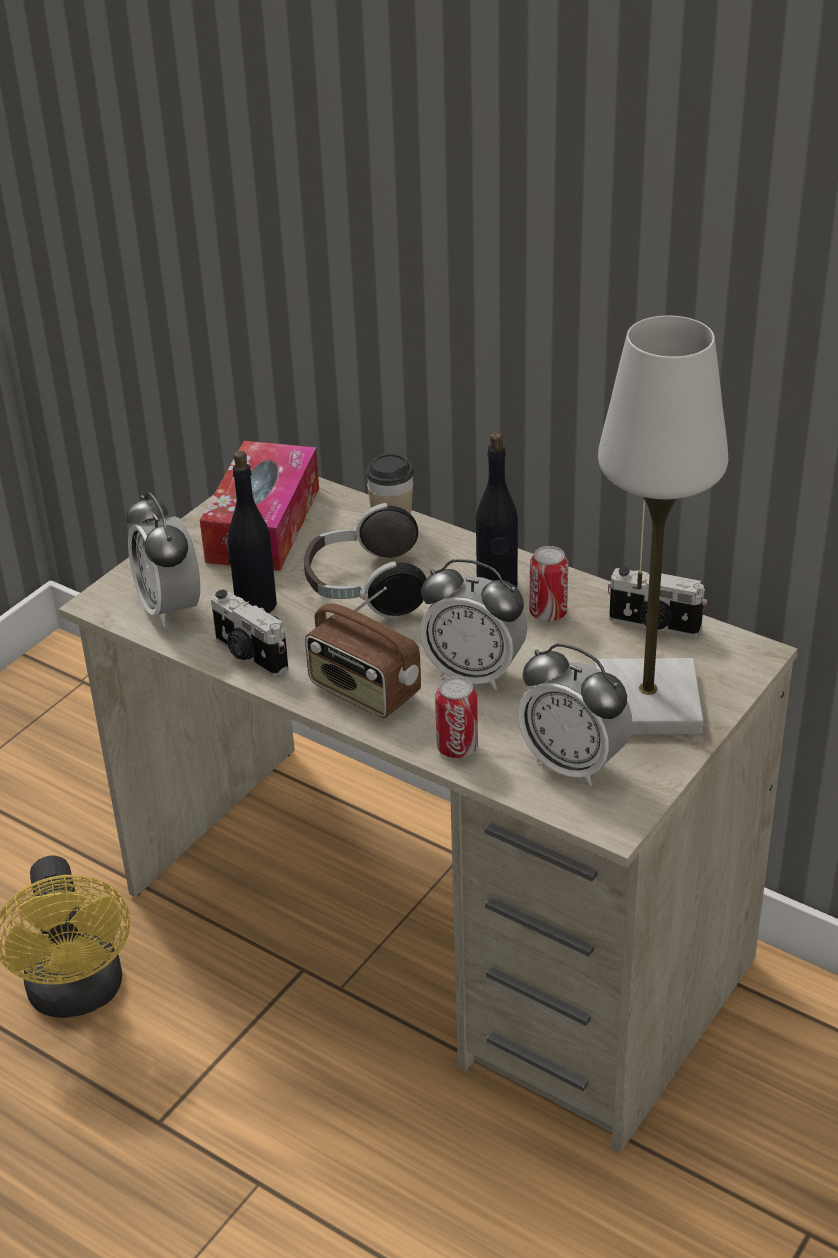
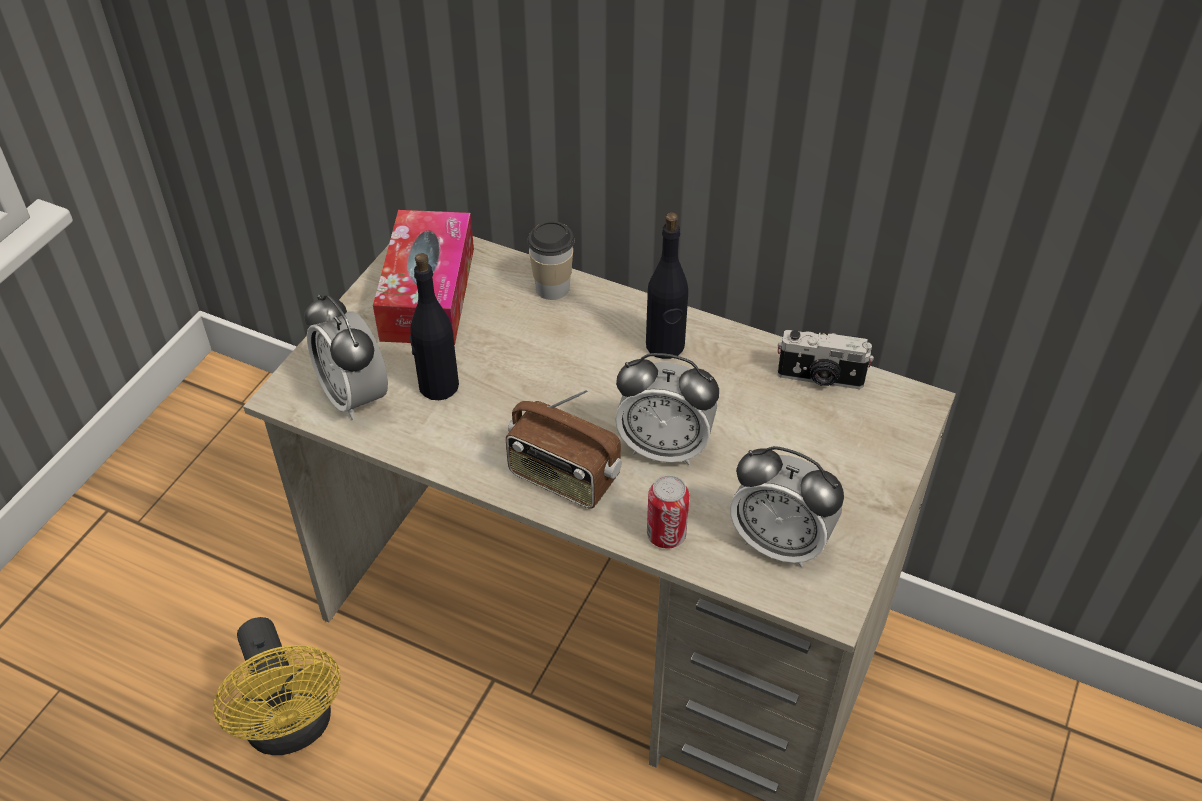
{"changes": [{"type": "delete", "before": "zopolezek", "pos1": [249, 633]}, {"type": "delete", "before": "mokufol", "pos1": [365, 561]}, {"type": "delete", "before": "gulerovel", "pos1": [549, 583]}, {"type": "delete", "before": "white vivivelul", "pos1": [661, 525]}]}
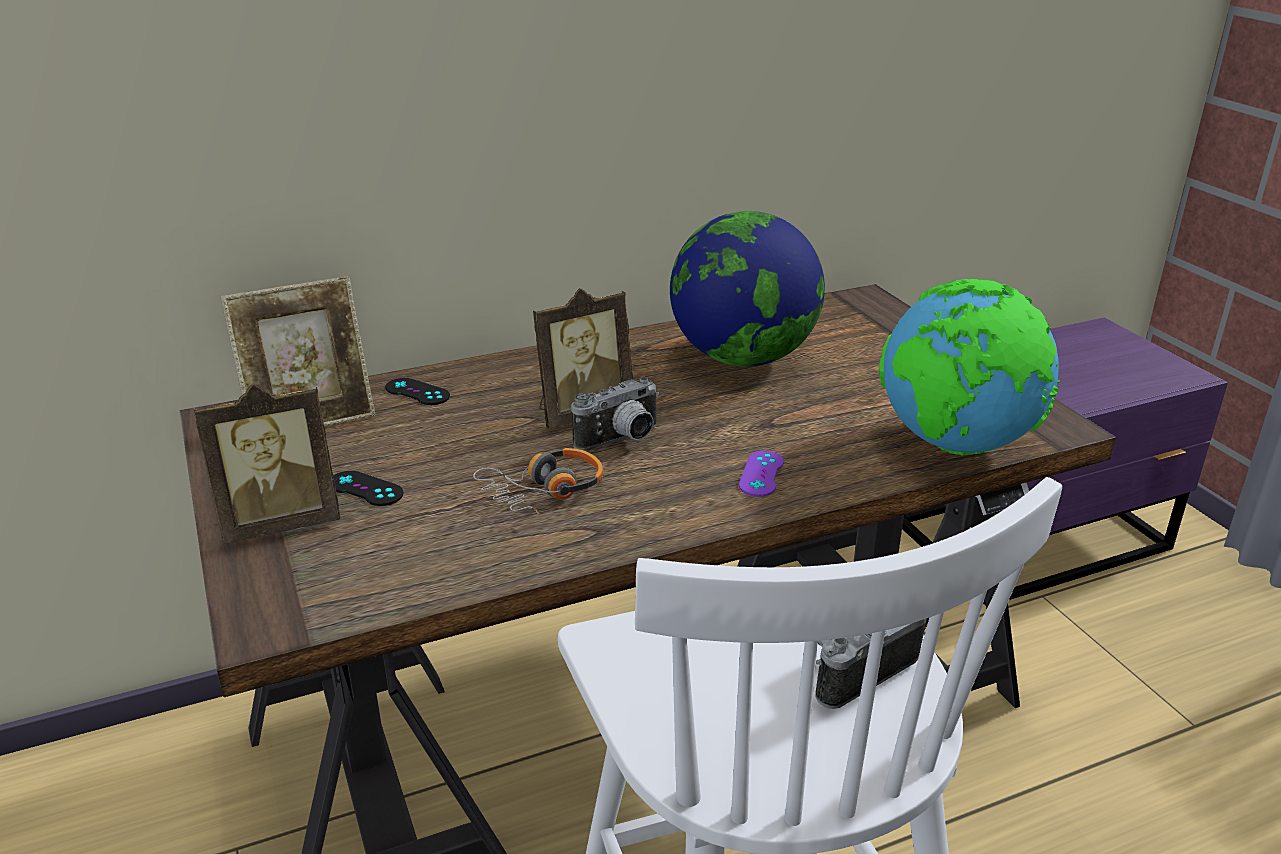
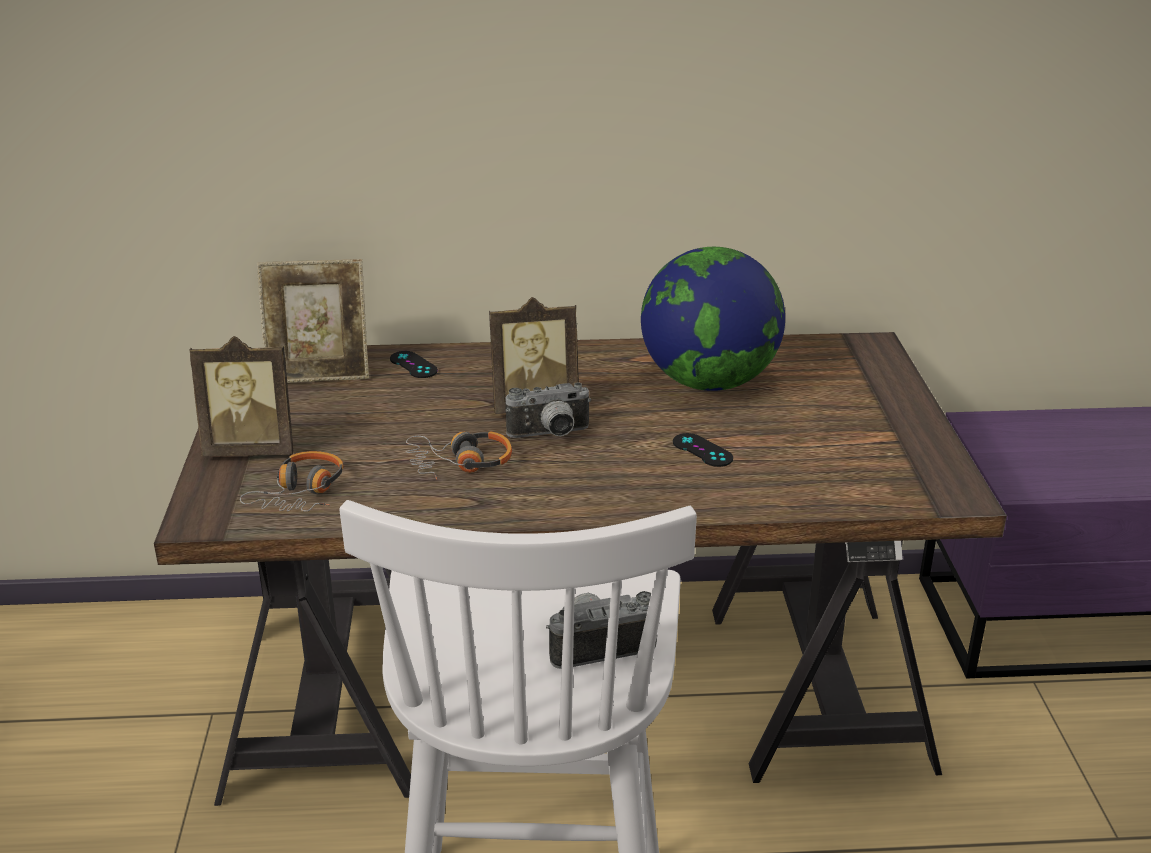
{"changes": [{"type": "move", "before": "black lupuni", "pos1": [368, 488], "pos2": [703, 450]}, {"type": "delete", "before": "purple lupuni", "pos1": [761, 474]}, {"type": "delete", "before": "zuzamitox", "pos1": [969, 367]}, {"type": "insert", "after": "mokufol", "pos2": [292, 481]}]}
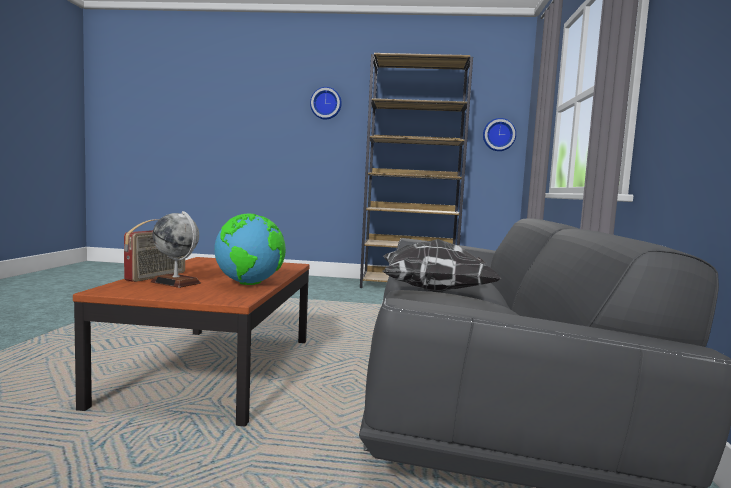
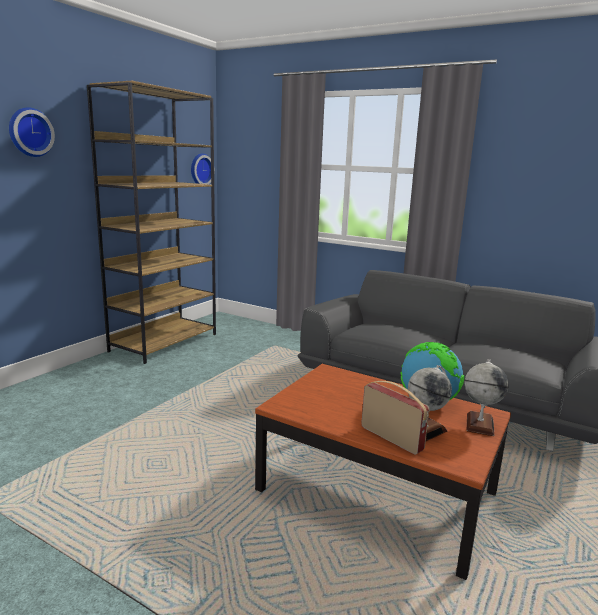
{"changes": [{"type": "delete", "before": "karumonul", "pos1": [442, 265]}, {"type": "insert", "after": "zuzamitox", "pos2": [487, 397]}]}
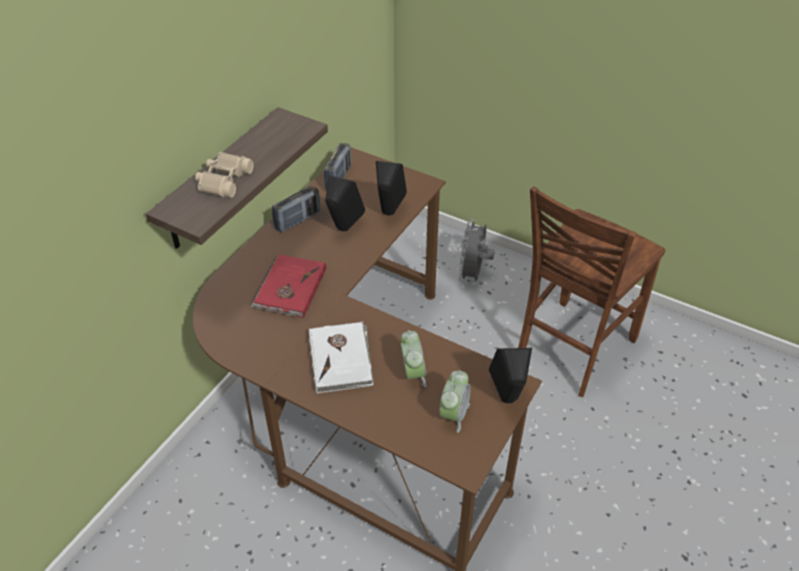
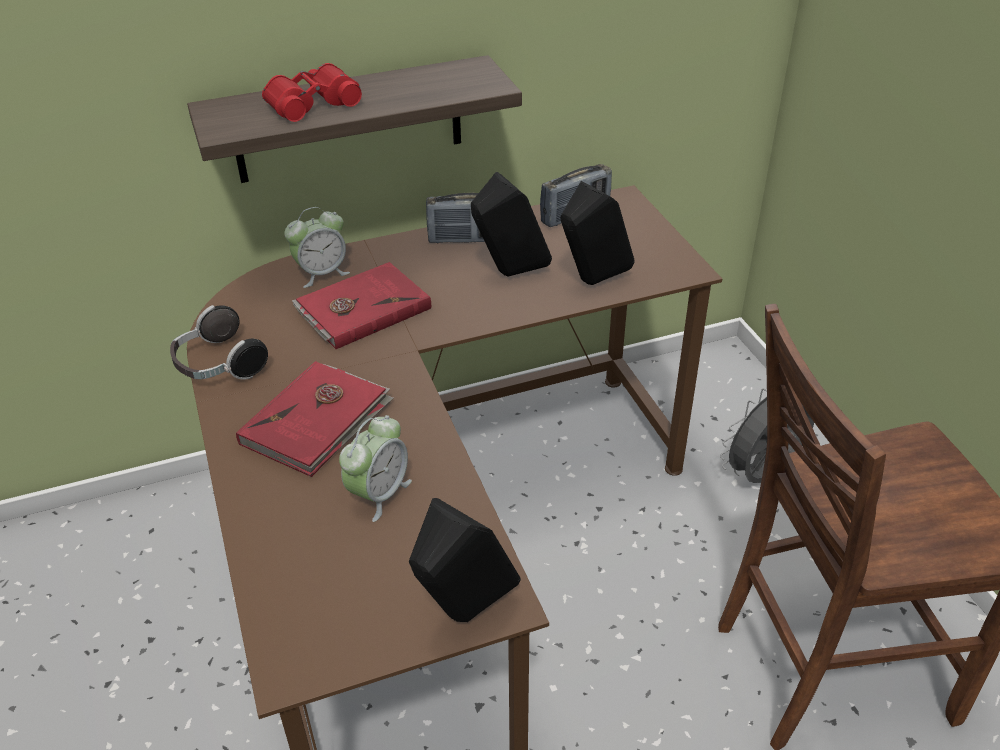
{"changes": [{"type": "recolor", "before": "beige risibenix", "after": "red risibenix", "pos1": [224, 175], "pos2": [312, 92]}, {"type": "recolor", "before": "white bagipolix", "after": "red bagipolix", "pos1": [341, 357], "pos2": [315, 419]}, {"type": "move", "before": "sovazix", "pos1": [455, 401], "pos2": [317, 247]}, {"type": "insert", "after": "mokufol", "pos2": [219, 342]}]}
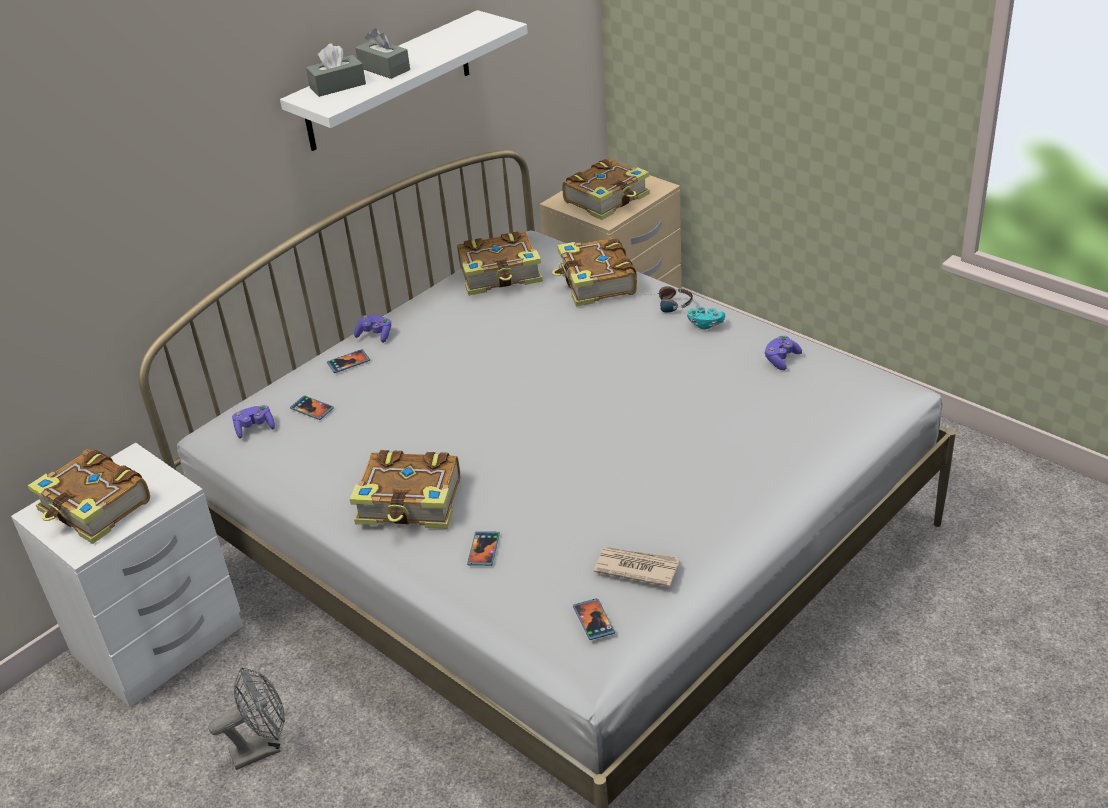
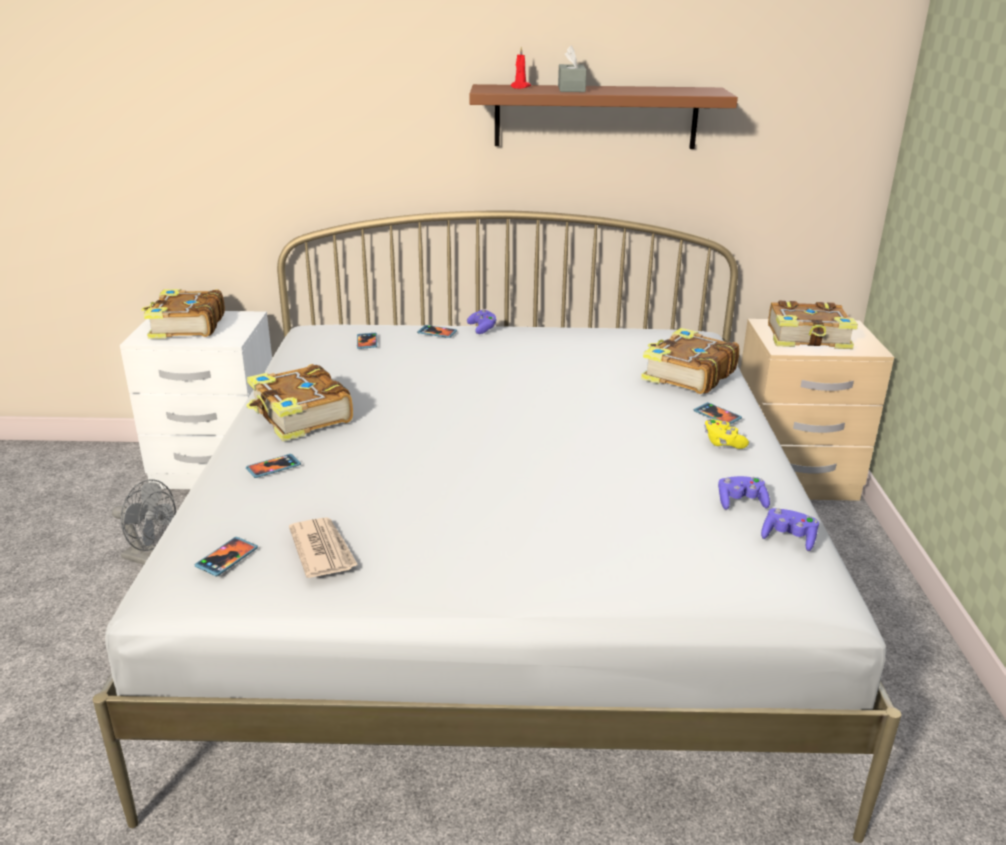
{"changes": [{"type": "move", "before": "purple lupuni", "pos1": [253, 421], "pos2": [790, 529]}, {"type": "recolor", "before": "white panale", "after": "brown panale", "pos1": [404, 80], "pos2": [603, 116]}, {"type": "replace", "before": "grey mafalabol", "after": "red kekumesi", "pos1": [336, 70], "pos2": [521, 68]}, {"type": "delete", "before": "bagipolix", "pos1": [500, 263]}, {"type": "replace", "before": "mokufol", "after": "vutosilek", "pos1": [670, 299], "pos2": [717, 413]}, {"type": "recolor", "before": "turquoise lupuni", "after": "yellow lupuni", "pos1": [706, 318], "pos2": [726, 434]}]}
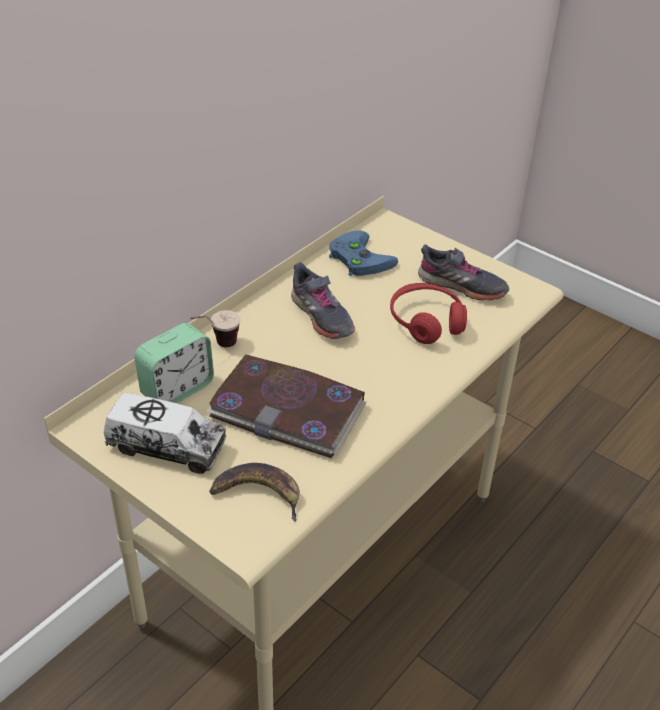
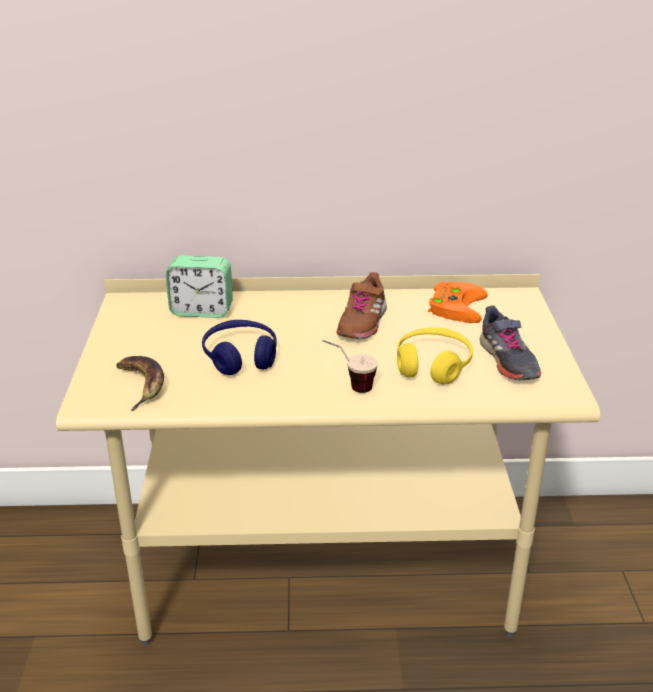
{"changes": [{"type": "delete", "before": "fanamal", "pos1": [165, 433]}, {"type": "move", "before": "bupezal", "pos1": [215, 328], "pos2": [350, 366]}, {"type": "replace", "before": "bagipolix", "after": "blue mokufol", "pos1": [286, 406], "pos2": [239, 347]}, {"type": "recolor", "before": "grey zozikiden", "after": "brown zozikiden", "pos1": [323, 300], "pos2": [361, 305]}, {"type": "recolor", "before": "blue lupuni", "after": "orange lupuni", "pos1": [363, 253], "pos2": [457, 302]}, {"type": "recolor", "before": "red mokufol", "after": "yellow mokufol", "pos1": [428, 313], "pos2": [435, 356]}]}
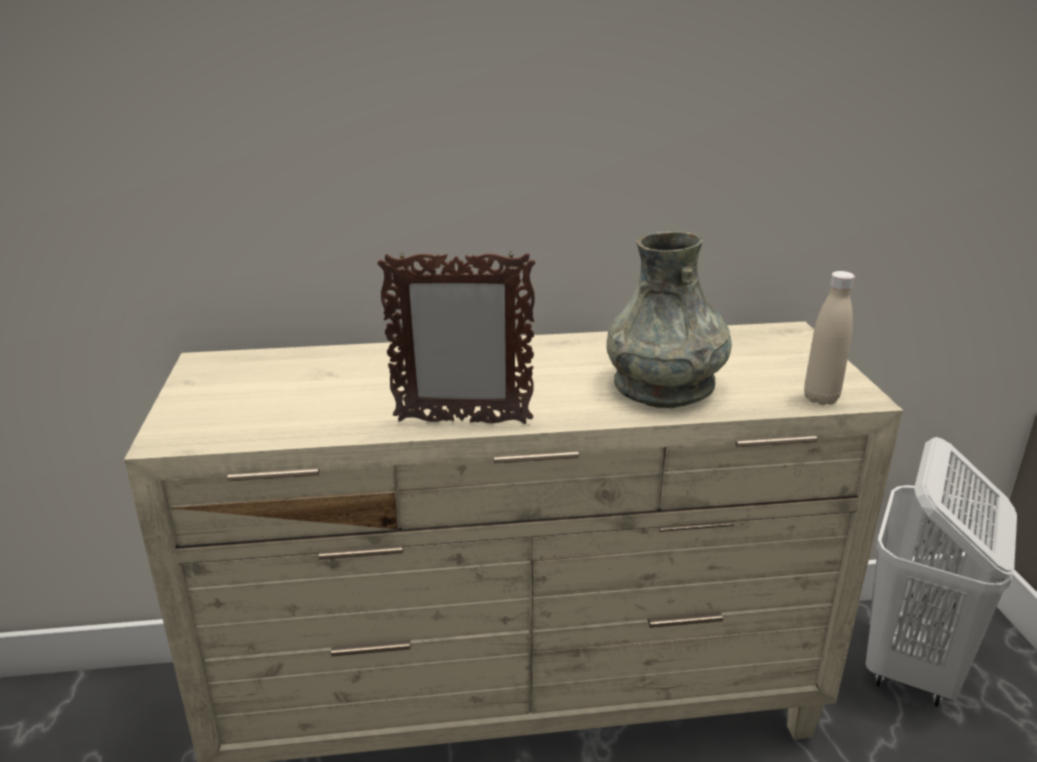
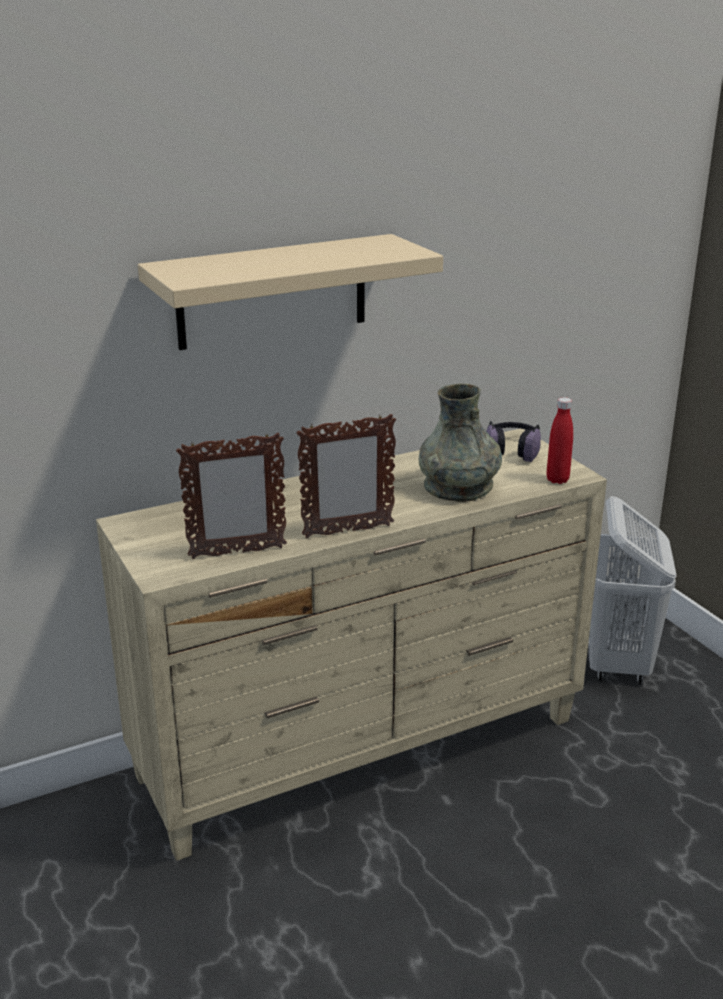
{"changes": [{"type": "recolor", "before": "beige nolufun", "after": "red nolufun", "pos1": [829, 338], "pos2": [560, 440]}, {"type": "insert", "after": "beige panale", "pos2": [290, 292]}, {"type": "insert", "after": "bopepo", "pos2": [231, 496]}, {"type": "insert", "after": "mokufol", "pos2": [513, 441]}]}
